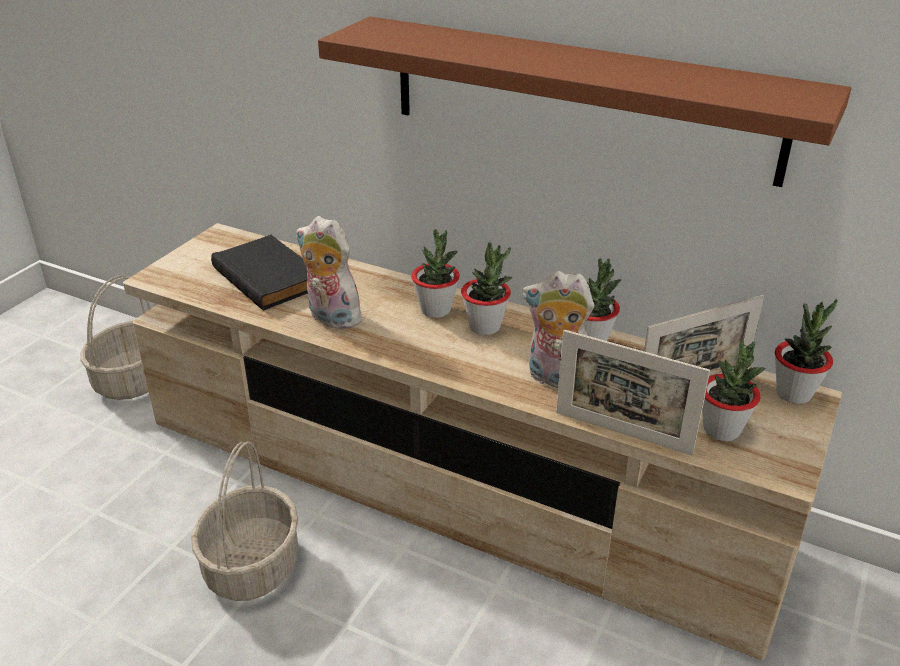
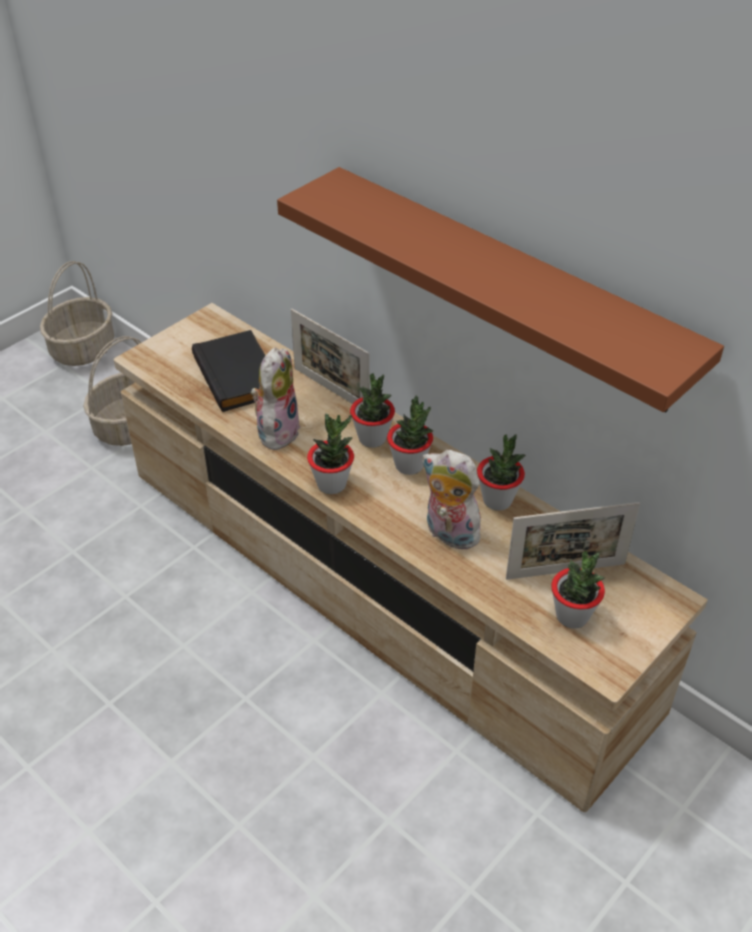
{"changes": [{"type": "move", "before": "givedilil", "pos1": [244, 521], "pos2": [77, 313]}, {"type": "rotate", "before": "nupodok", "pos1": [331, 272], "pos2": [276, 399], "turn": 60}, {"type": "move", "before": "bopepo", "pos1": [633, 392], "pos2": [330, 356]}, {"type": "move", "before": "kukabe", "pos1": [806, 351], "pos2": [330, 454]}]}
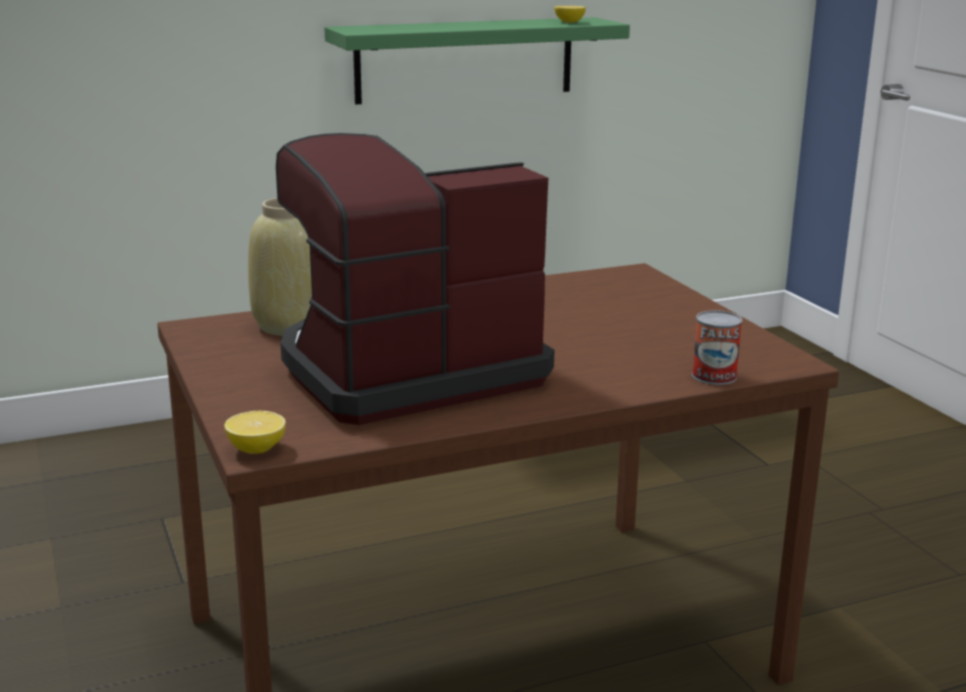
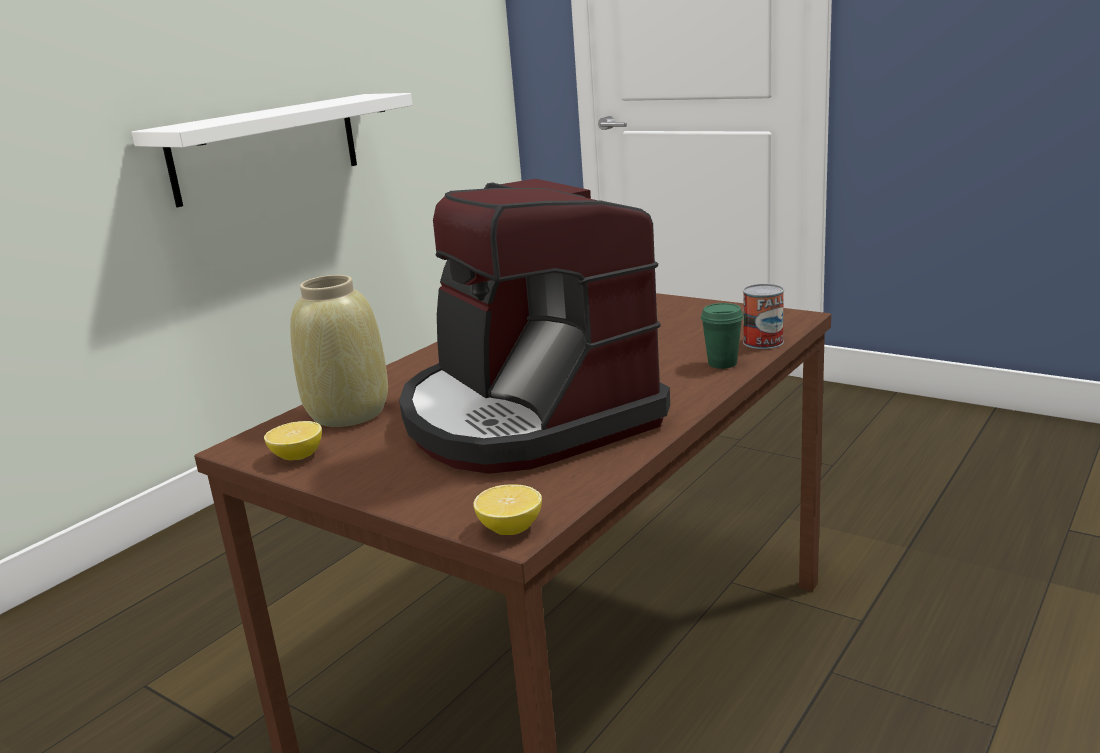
{"changes": [{"type": "rotate", "before": "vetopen", "pos1": [415, 279], "pos2": [534, 326], "turn": -60}, {"type": "recolor", "before": "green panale", "after": "white panale", "pos1": [477, 60], "pos2": [271, 150]}, {"type": "move", "before": "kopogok", "pos1": [570, 14], "pos2": [293, 440]}, {"type": "insert", "after": "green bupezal", "pos2": [722, 336]}]}
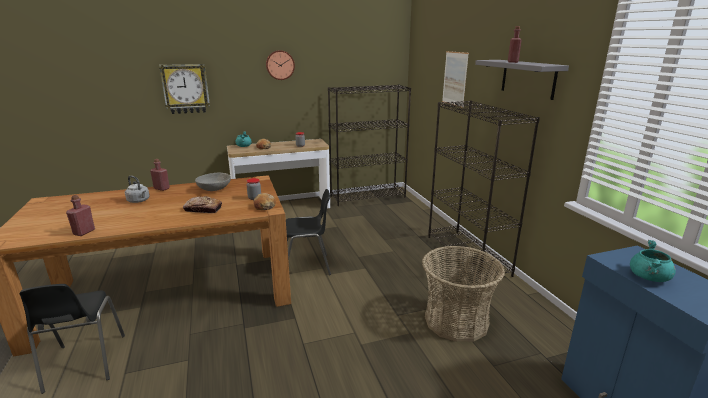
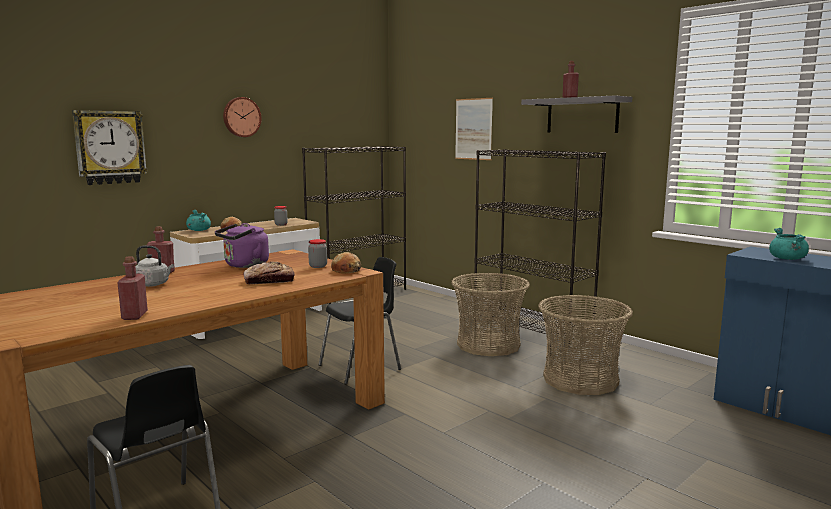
{"changes": [{"type": "replace", "before": "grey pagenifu", "after": "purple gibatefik", "pos1": [213, 182], "pos2": [242, 245]}, {"type": "insert", "after": "givedilil", "pos2": [490, 314]}]}
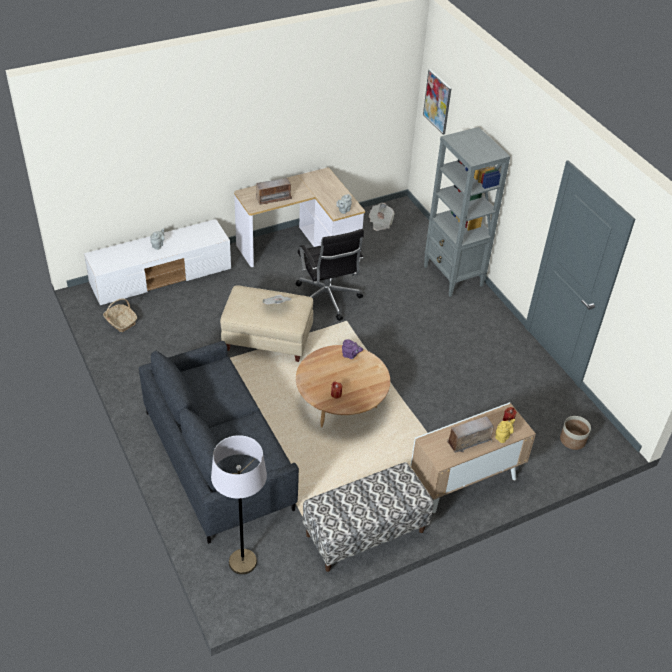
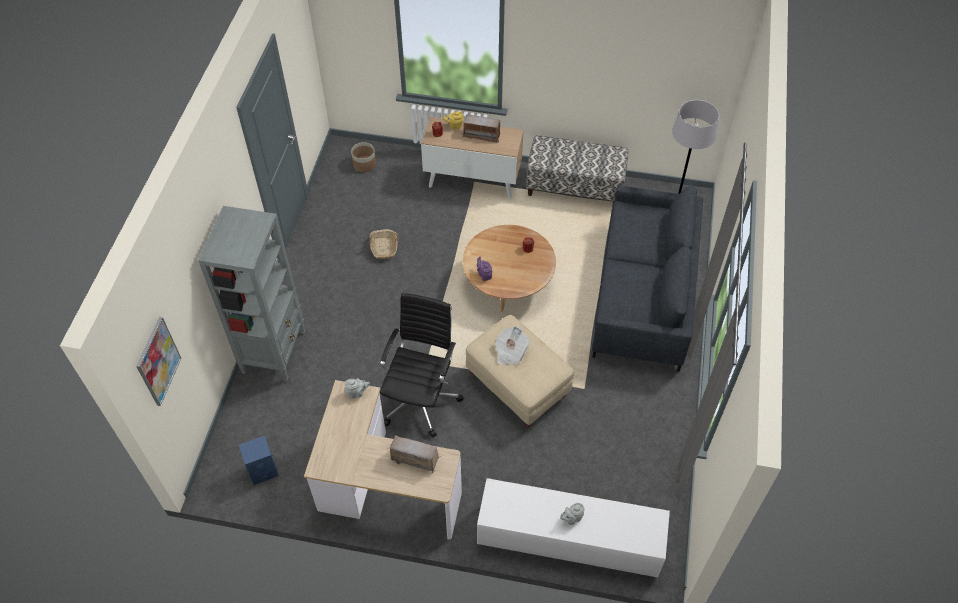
{"changes": [{"type": "move", "before": "givedilil", "pos1": [120, 315], "pos2": [383, 244]}, {"type": "replace", "before": "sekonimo", "after": "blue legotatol", "pos1": [382, 217], "pos2": [259, 460]}]}
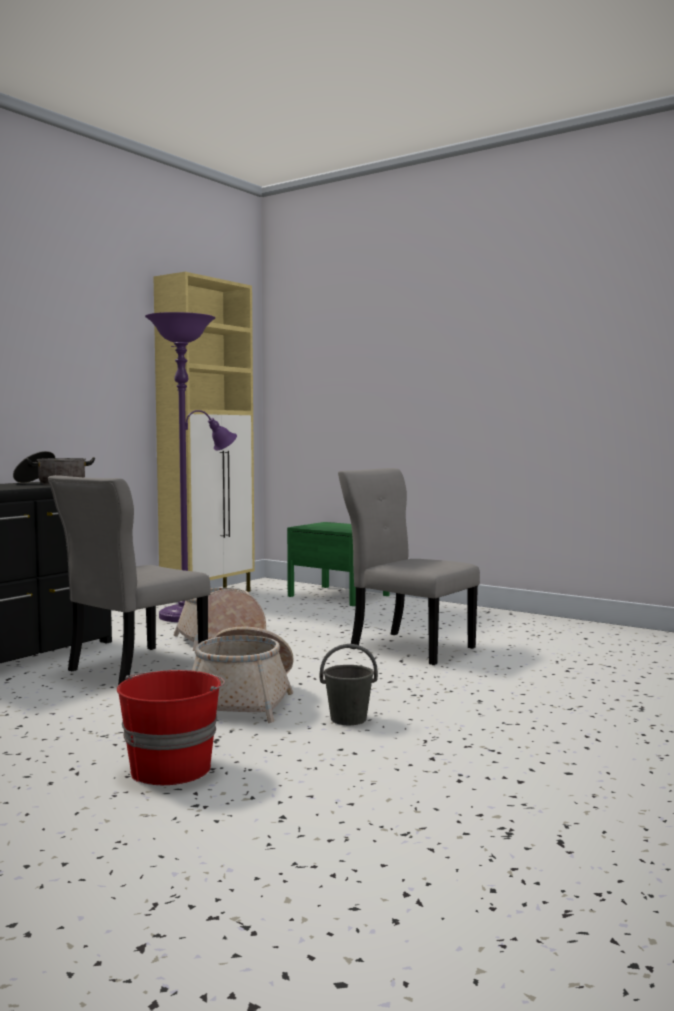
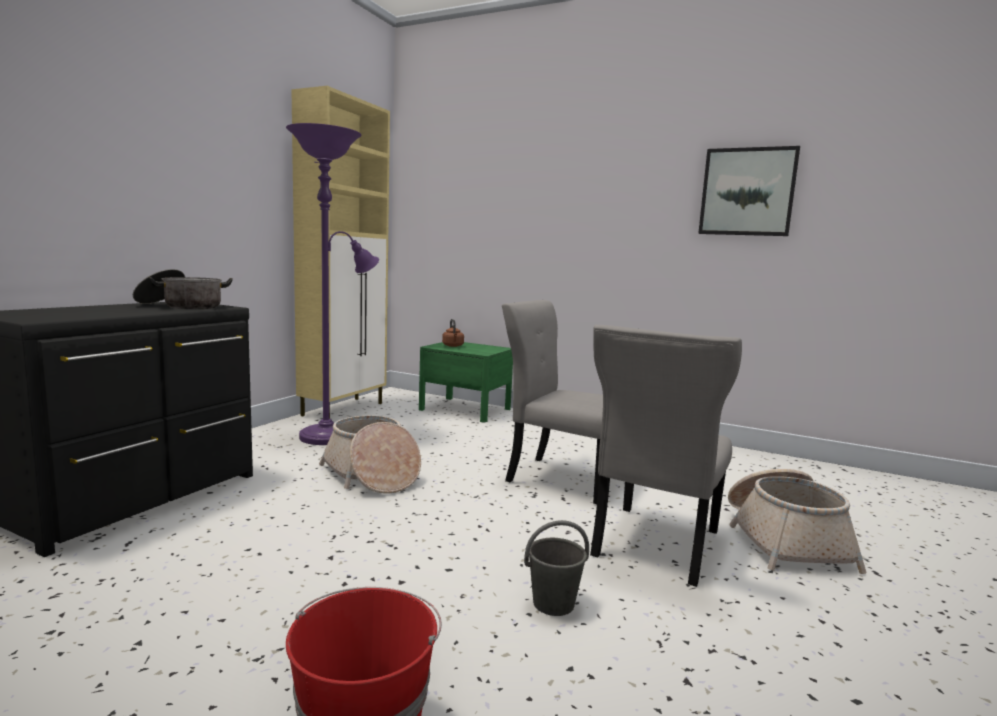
{"changes": [{"type": "move", "before": "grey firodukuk", "pos1": [129, 580], "pos2": [666, 456]}, {"type": "move", "before": "givedilil", "pos1": [243, 675], "pos2": [797, 521]}, {"type": "insert", "after": "brown gibatefik", "pos2": [453, 333]}, {"type": "insert", "after": "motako", "pos2": [749, 191]}]}
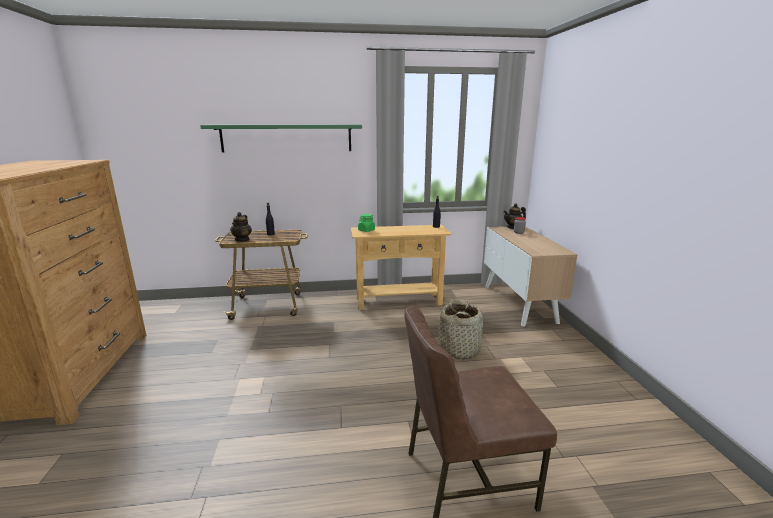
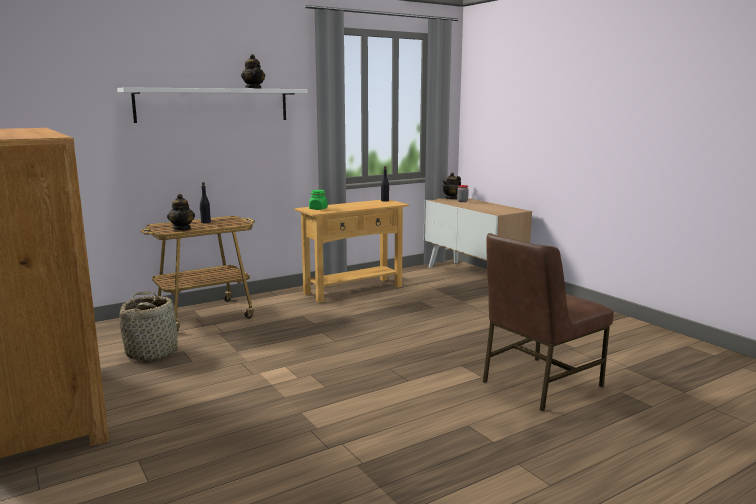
{"changes": [{"type": "recolor", "before": "green panale", "after": "white panale", "pos1": [281, 139], "pos2": [212, 105]}, {"type": "move", "before": "givedilil", "pos1": [461, 329], "pos2": [149, 326]}, {"type": "insert", "after": "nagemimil", "pos2": [253, 71]}]}
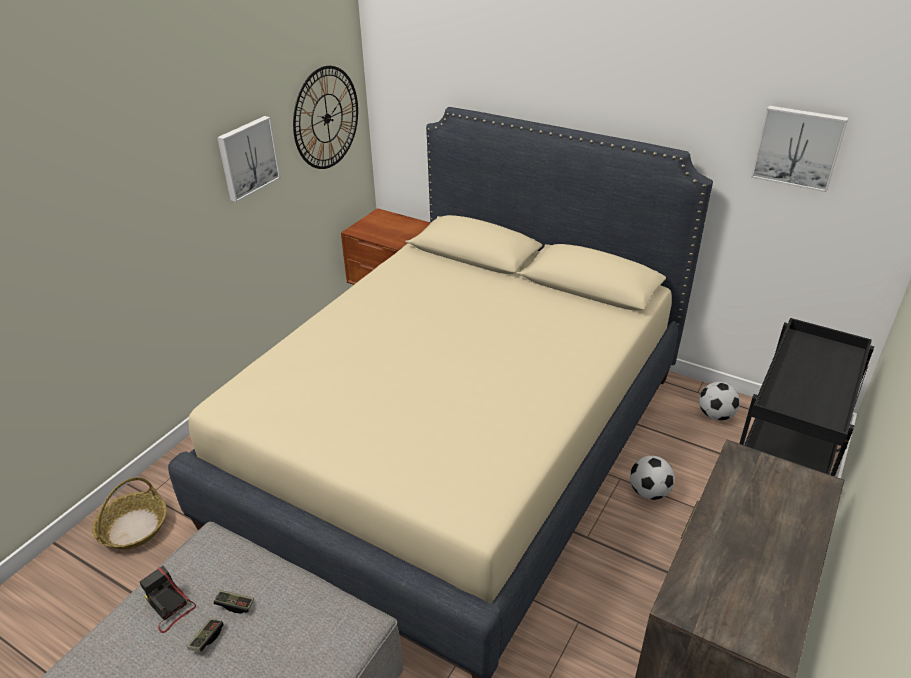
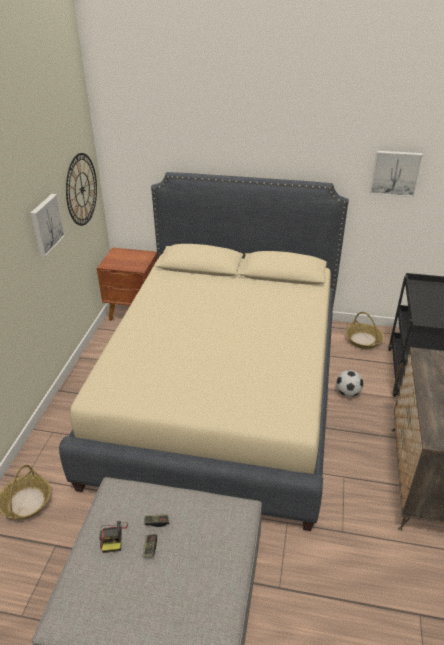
{"changes": [{"type": "rotate", "before": "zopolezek", "pos1": [167, 599], "pos2": [113, 537], "turn": -120}, {"type": "replace", "before": "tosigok", "after": "givedilil", "pos1": [719, 401], "pos2": [365, 330]}]}
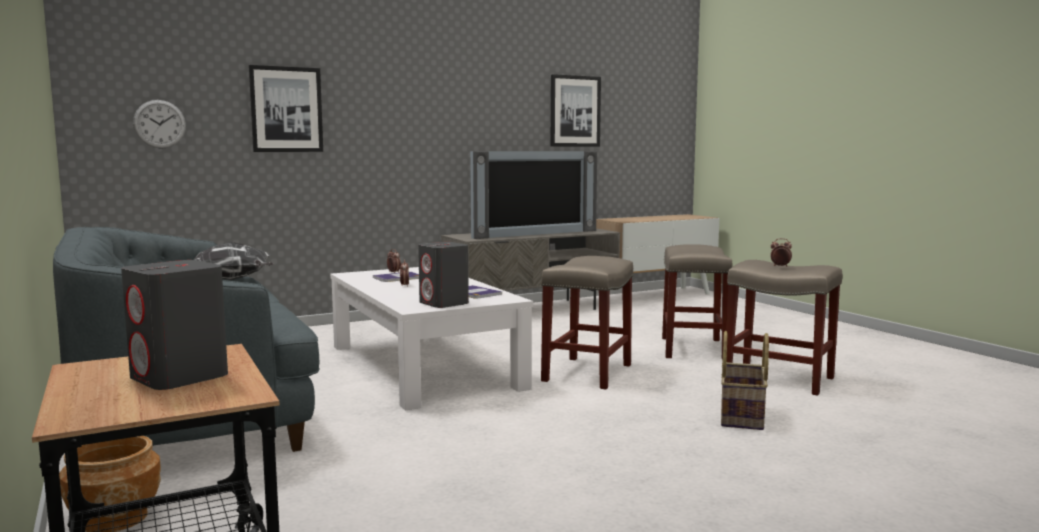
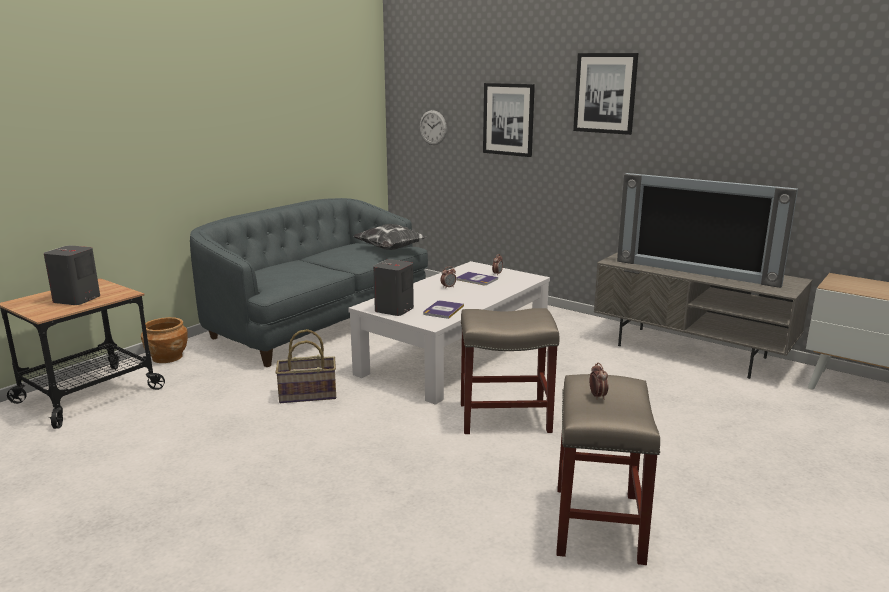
{"changes": [{"type": "move", "before": "motako", "pos1": [576, 110], "pos2": [605, 94]}, {"type": "delete", "before": "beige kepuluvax", "pos1": [697, 302]}, {"type": "move", "before": "givedilil", "pos1": [745, 380], "pos2": [305, 366]}]}
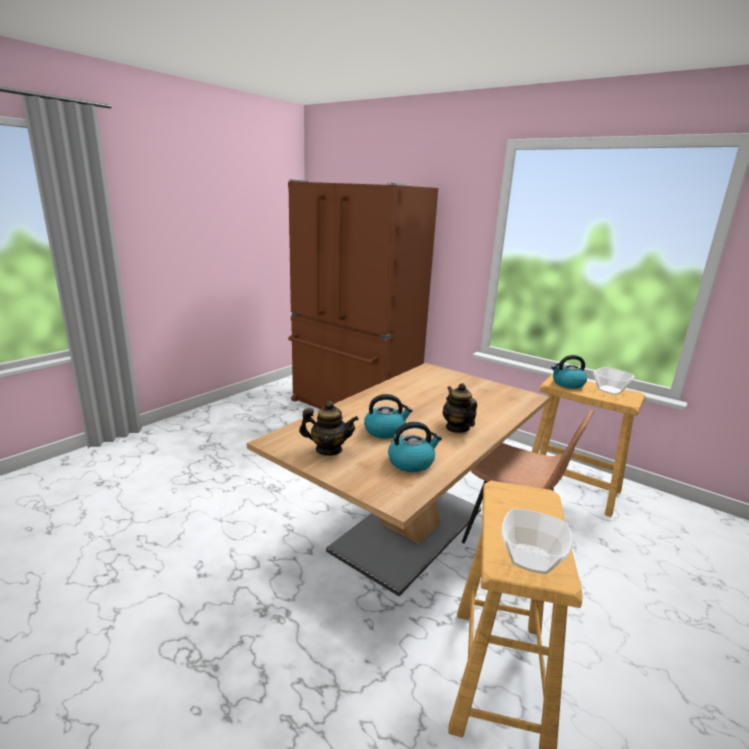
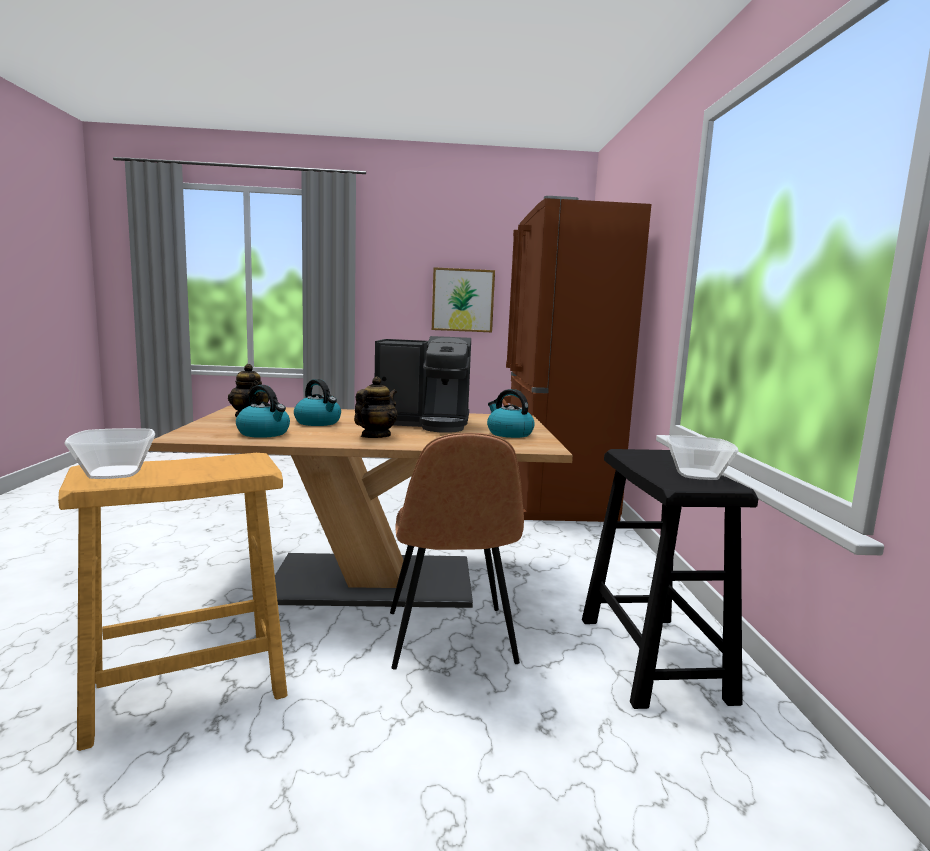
{"changes": [{"type": "recolor", "before": "beige kepuluvax", "after": "black kepuluvax", "pos1": [588, 445], "pos2": [670, 579]}, {"type": "move", "before": "gibatefik", "pos1": [569, 372], "pos2": [511, 413]}, {"type": "insert", "after": "vetopen", "pos2": [423, 384]}, {"type": "insert", "after": "motako", "pos2": [463, 299]}]}
